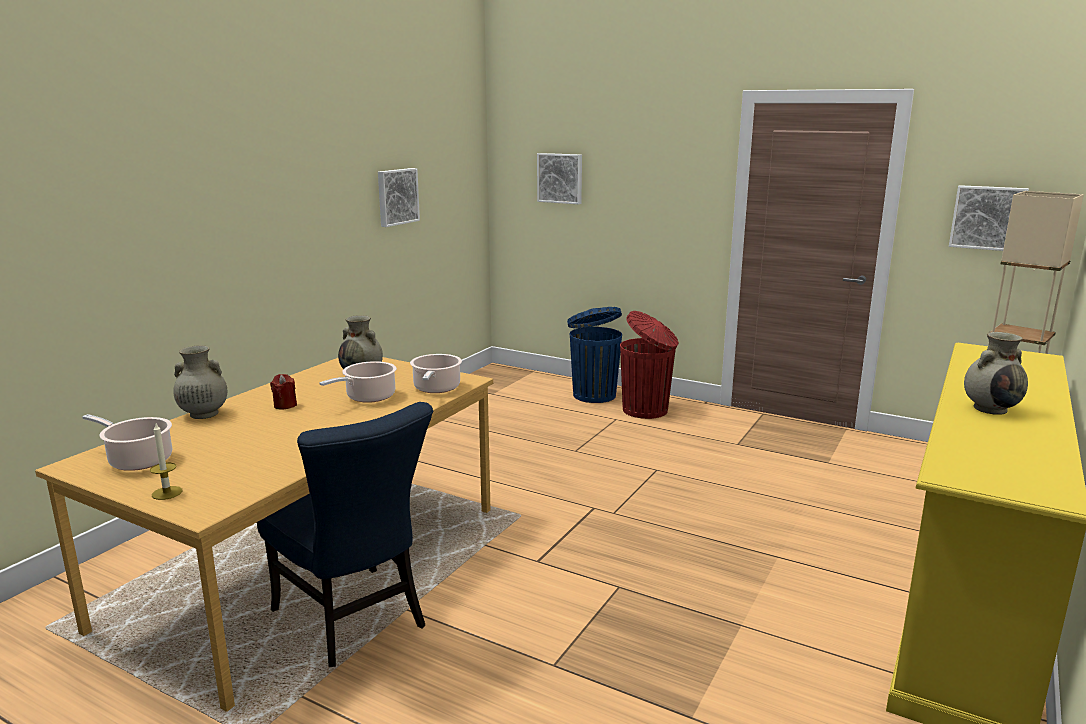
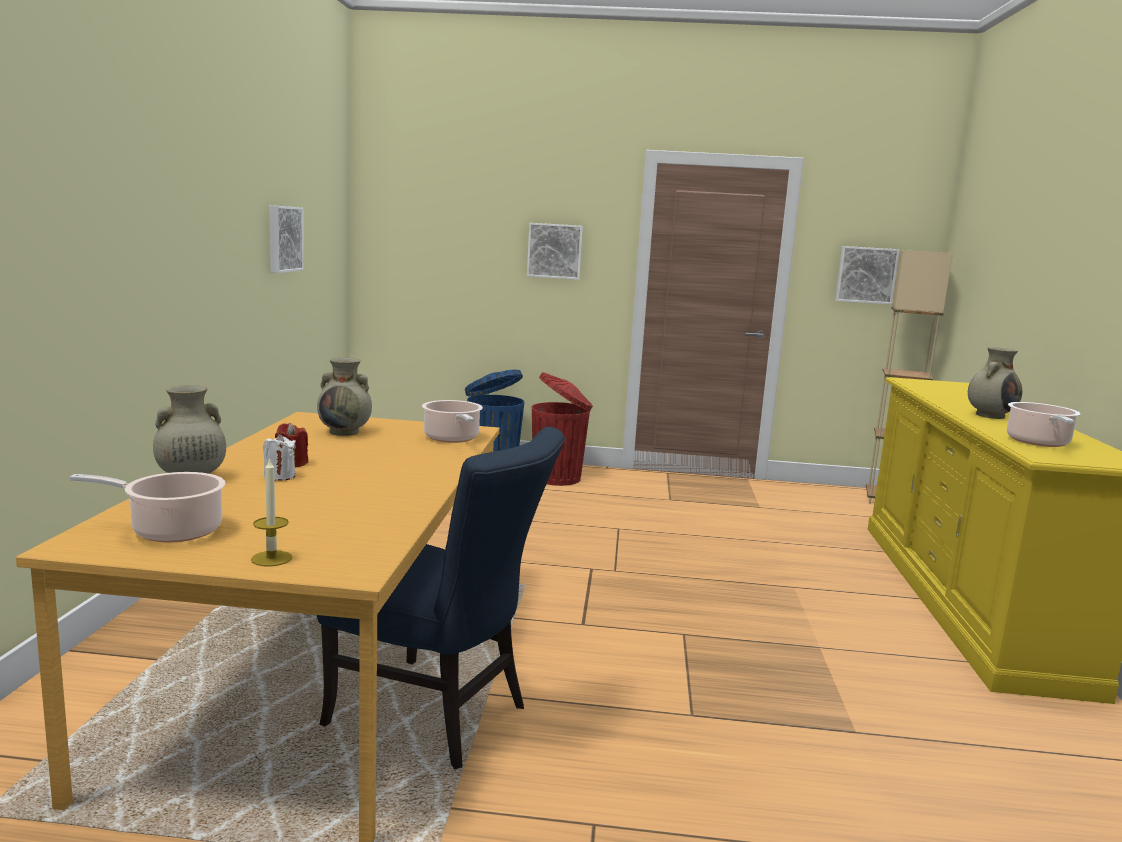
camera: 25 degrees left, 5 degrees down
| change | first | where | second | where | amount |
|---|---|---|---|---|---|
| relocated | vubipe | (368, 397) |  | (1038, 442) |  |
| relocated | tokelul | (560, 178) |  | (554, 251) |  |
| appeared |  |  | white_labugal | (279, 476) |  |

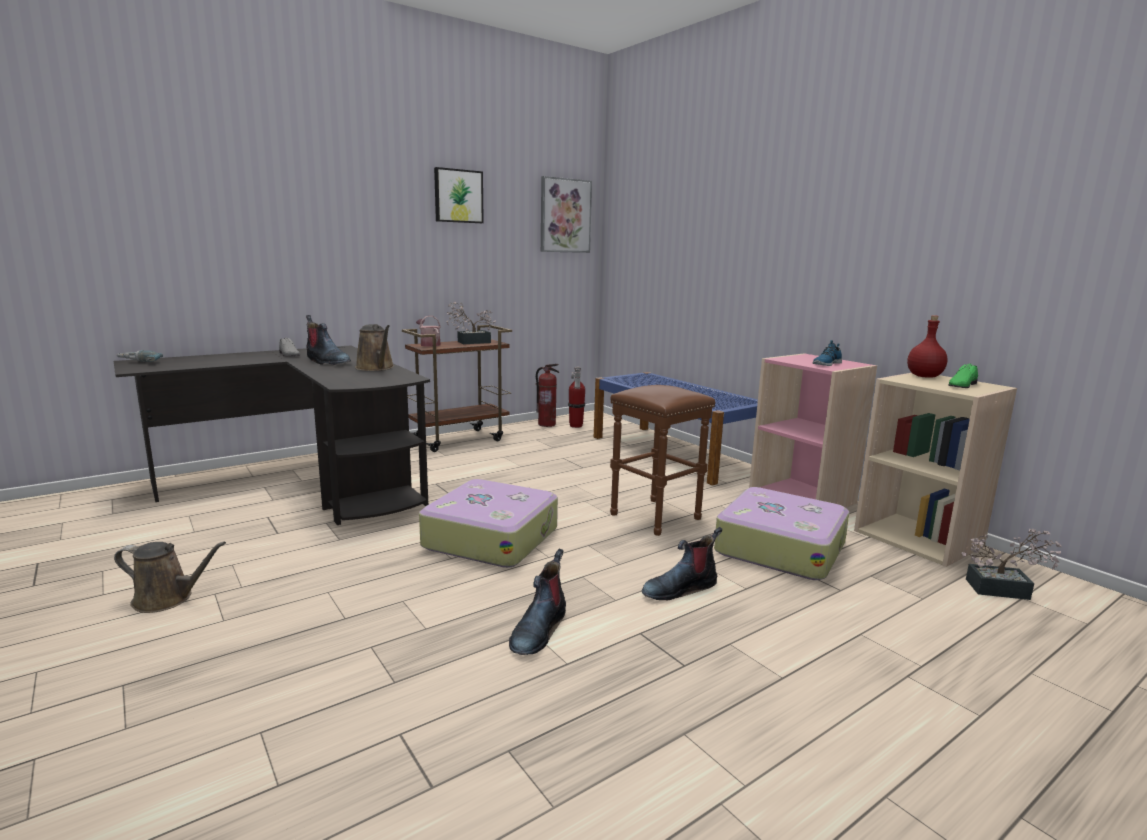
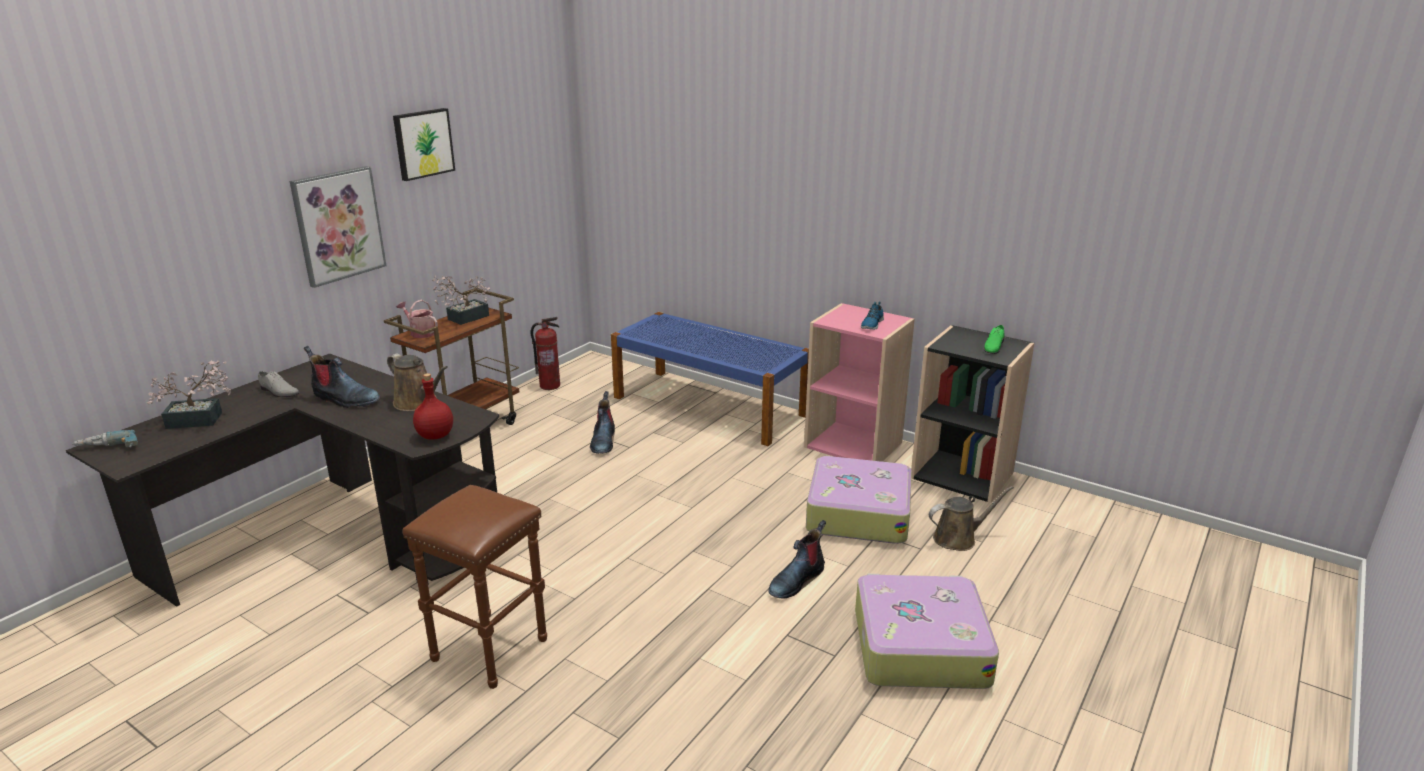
camera: 20 degrees left, 10 degrees up
| change | first | where | second | where | amount |
|---|---|---|---|---|---|
| relocated | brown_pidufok | (167, 599) |  | (958, 538) |  |
| relocated | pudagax | (491, 537) |  | (918, 646) |  |
| relocated | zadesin | (538, 630) |  | (603, 441) |  |
| relocated | tokelul | (565, 215) |  | (338, 225) |  |
| missing | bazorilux | (576, 426) |  |  |  |
| relocated | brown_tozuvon | (655, 517) |  | (490, 651) |  |
| colour | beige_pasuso | (919, 538) | black_pasuso | (963, 475) |  |
| relocated | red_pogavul | (925, 376) |  | (436, 436) |  |
| relocated | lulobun | (1004, 590) |  | (200, 420) |  |

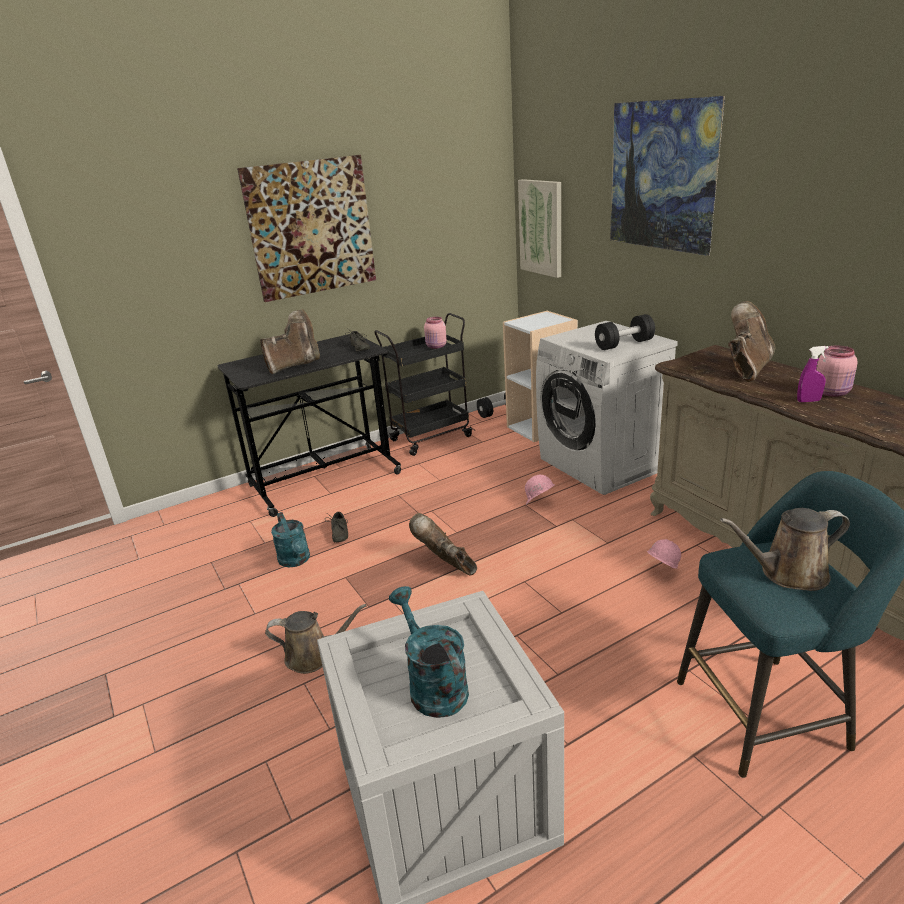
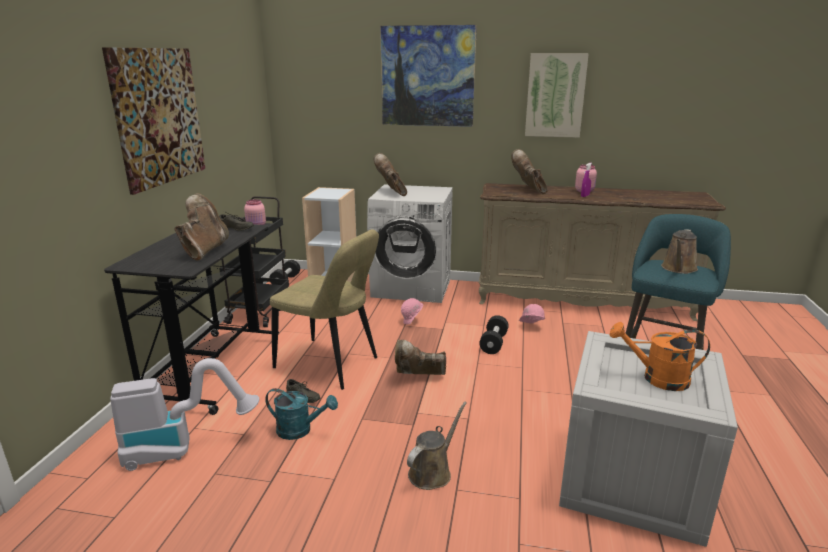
camera: 50 degrees left, 5 degrees down
| change | first | where | second | where | amount |
|---|---|---|---|---|---|
| colour | turquoise_pidufok | (433, 685) | orange_pidufok | (657, 378) |  |
| relocated | tokelul | (541, 227) |  | (555, 95) |  |
| relocated | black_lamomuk | (624, 344) |  | (493, 343) |  |
| appeared |  |  | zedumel | (182, 448) |  |
| appeared |  |  | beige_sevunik | (330, 364) |  |
| appeared |  |  | brown_zadesin | (392, 192) |  |

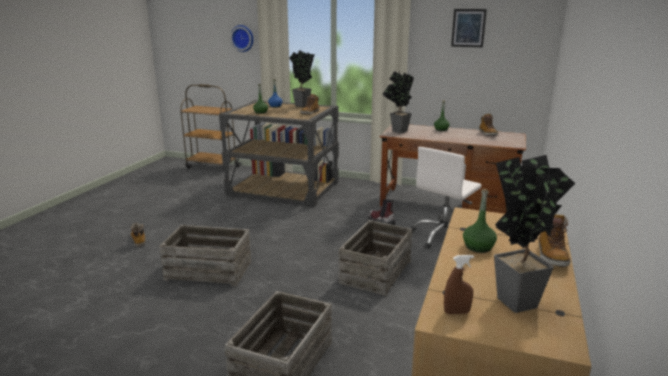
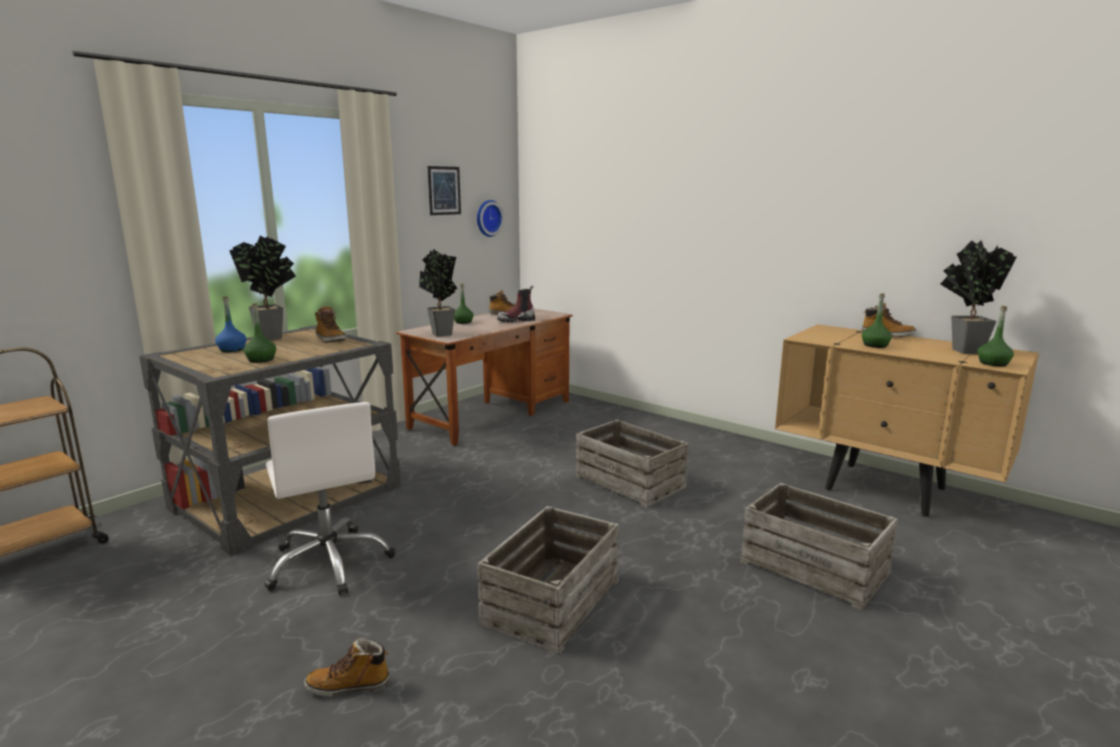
camera: 70 degrees left, 5 degrees down
| change | first | where | second | where | amount |
|---|---|---|---|---|---|
| relocated | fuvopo | (243, 38) |  | (487, 218) |  |
| relocated | zadesin | (381, 221) |  | (516, 320) |  |
| relocated | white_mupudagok | (444, 236) |  | (330, 562) |  |
| exchanged | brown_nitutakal | (456, 312) | green_pogavul | (993, 363) |  |

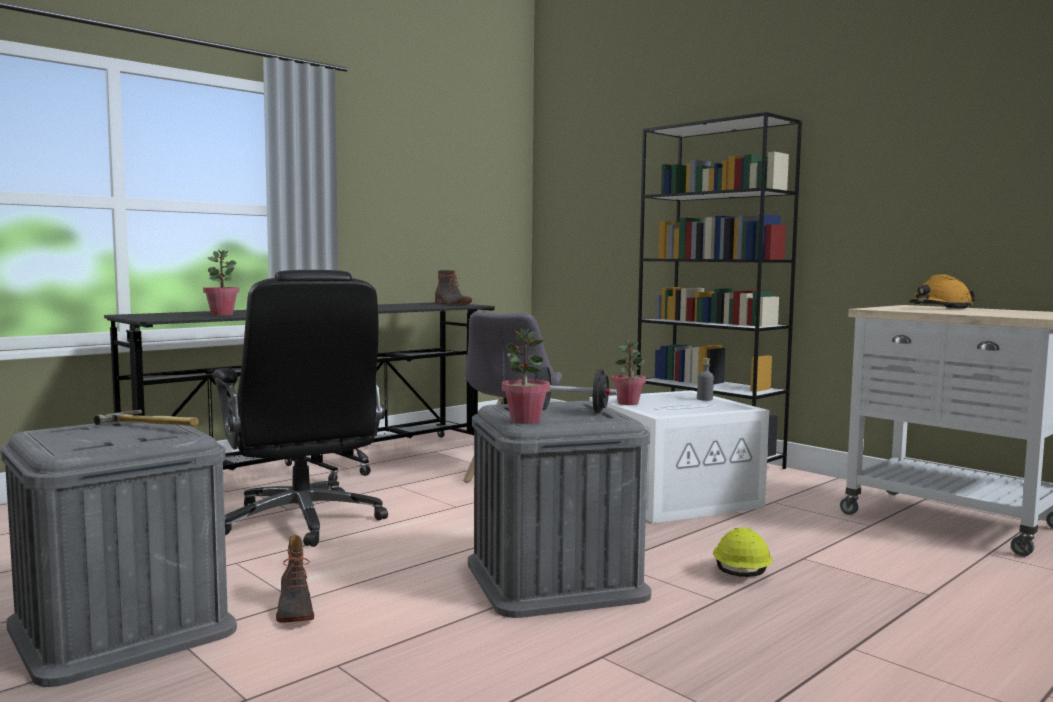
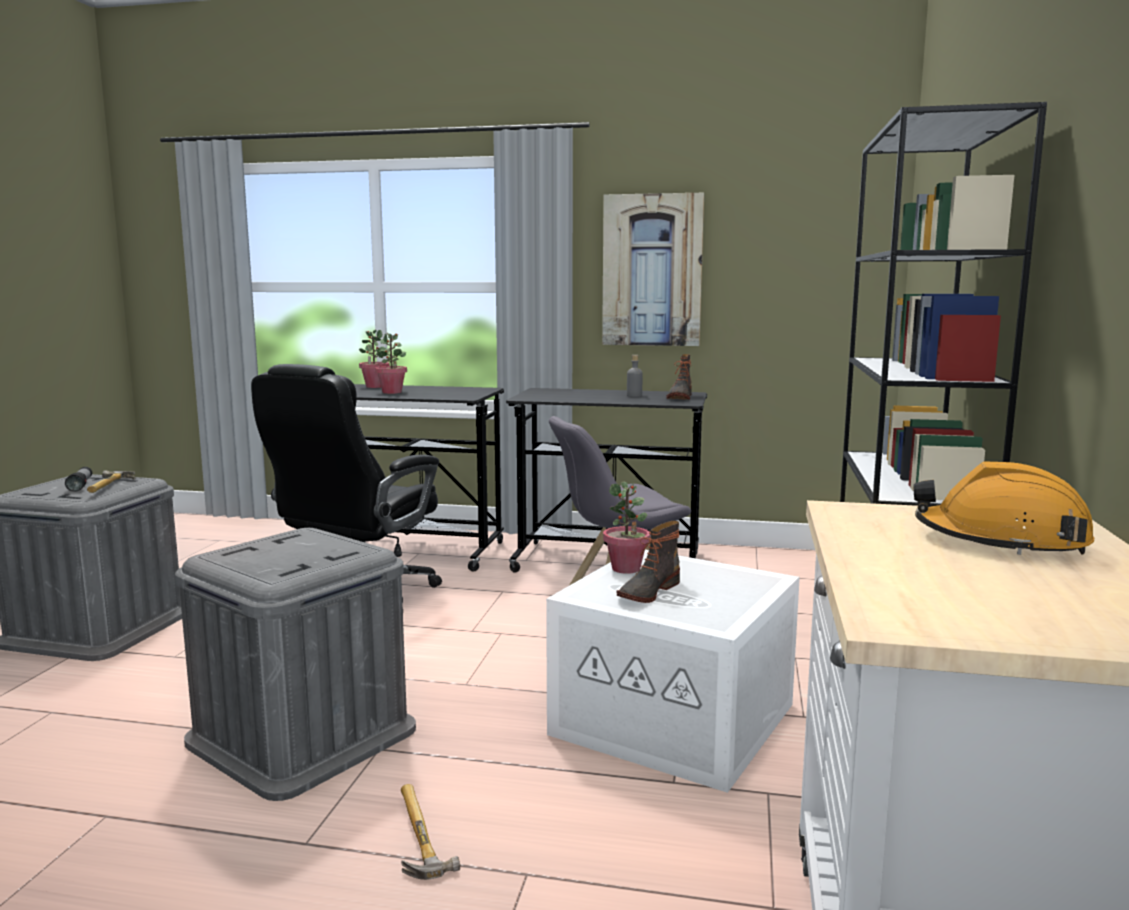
camera: 55 degrees right, 5 degrees up
| change | first | where | second | where | amount |
|---|---|---|---|---|---|
| relocated | zadesin | (294, 610) |  | (647, 591) |  |
| relocated | lulobun | (525, 421) |  | (375, 386) |  |
| missing | black_lamomuk | (570, 411) |  |  |  |
| relocated | grey_pogavul | (704, 399) |  | (634, 395) |  |
| exchanged | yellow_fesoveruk | (741, 574) | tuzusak | (414, 838) |  |
| appeared |  |  | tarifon | (81, 485) |  |
| appeared |  |  | tokelul | (652, 270) |  |

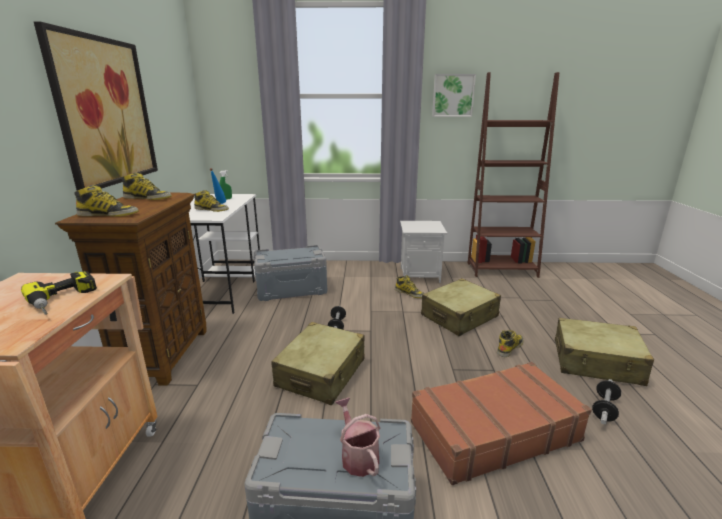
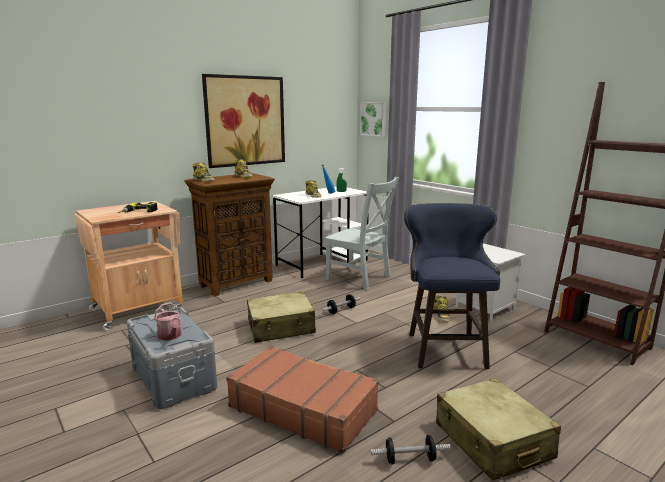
camera: 50 degrees right, 5 degrees down
| change | first | where | second | where | amount |
|---|---|---|---|---|---|
| exchanged | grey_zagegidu | (291, 289) | grey_sevunik | (360, 278) |  |
| spun | pidufok | (357, 455) |  | (170, 336) | 120 degrees clockwise |
| exchanged | beige_pudagax | (459, 316) | blue_tozuvon | (445, 348) |  |
| relocated | tokelul | (453, 95) |  | (374, 119) |  |
| missing | zadesin | (509, 347) |  |  |  |

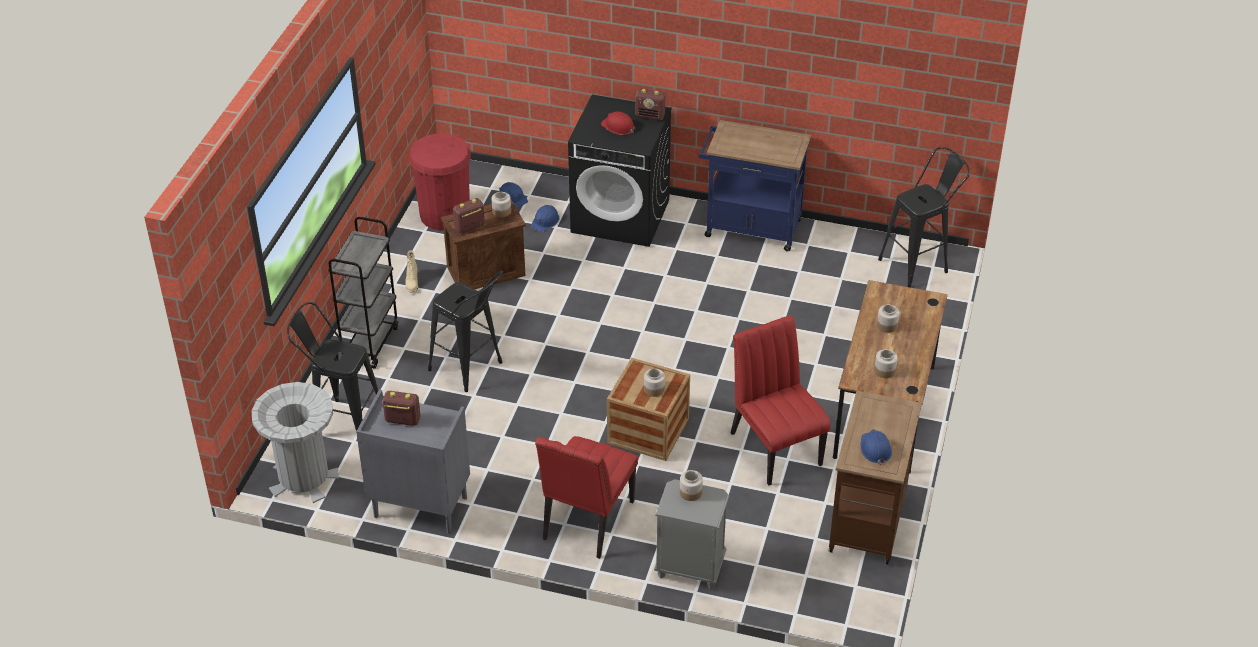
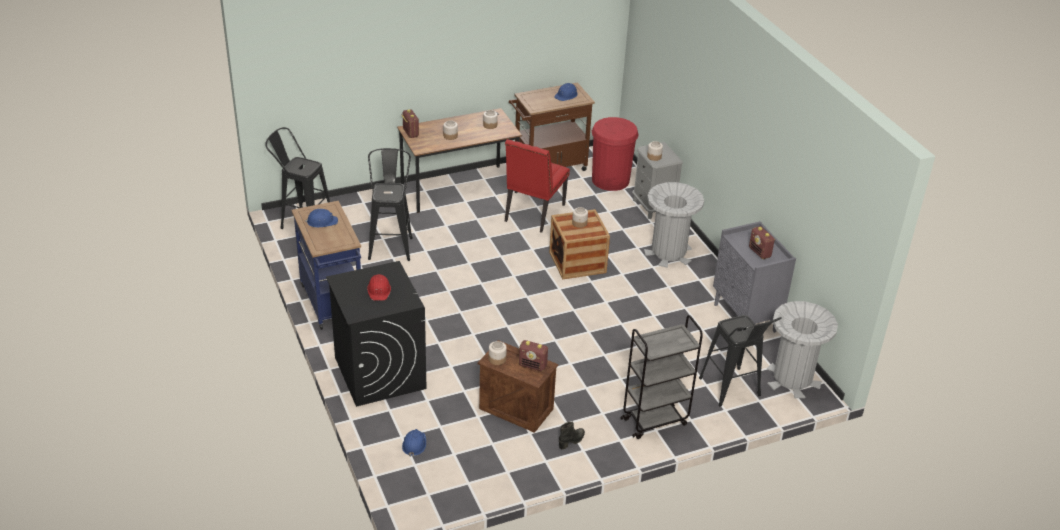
camera: 130 degrees left, 5 degrees down
| change | first | where | second | where | amount |
|---|---|---|---|---|---|
| colour | beige_zadesin | (412, 283) | black_zadesin | (572, 441) |  |
| relocated | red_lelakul | (445, 214) |  | (610, 180) |  |
| relocated | black_tozuvon | (471, 370) |  | (391, 245) |  |
| relocated | blue_fesoveruk | (545, 221) |  | (322, 221) |  |
| exchanged | red_sevunik | (588, 519) | grey_lelakul | (668, 253) |  |
| relocated | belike | (650, 116) |  | (410, 133) |  |

